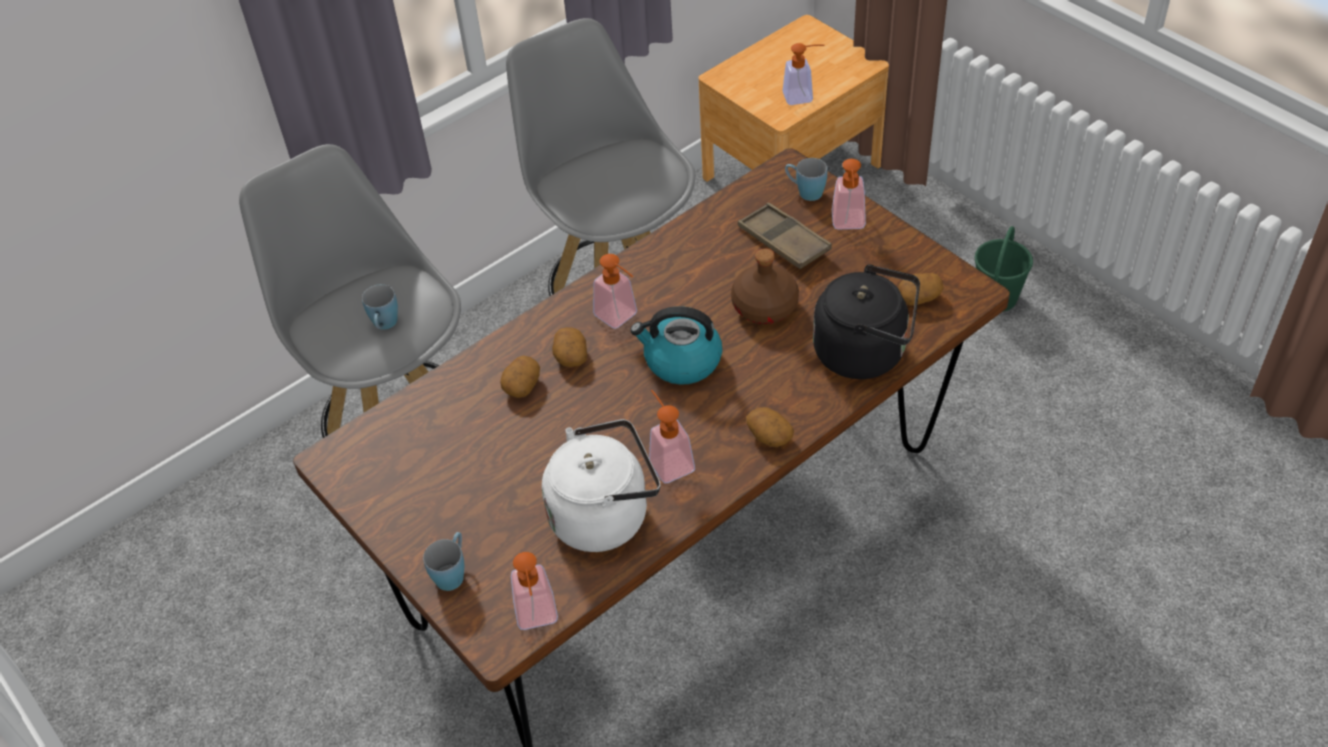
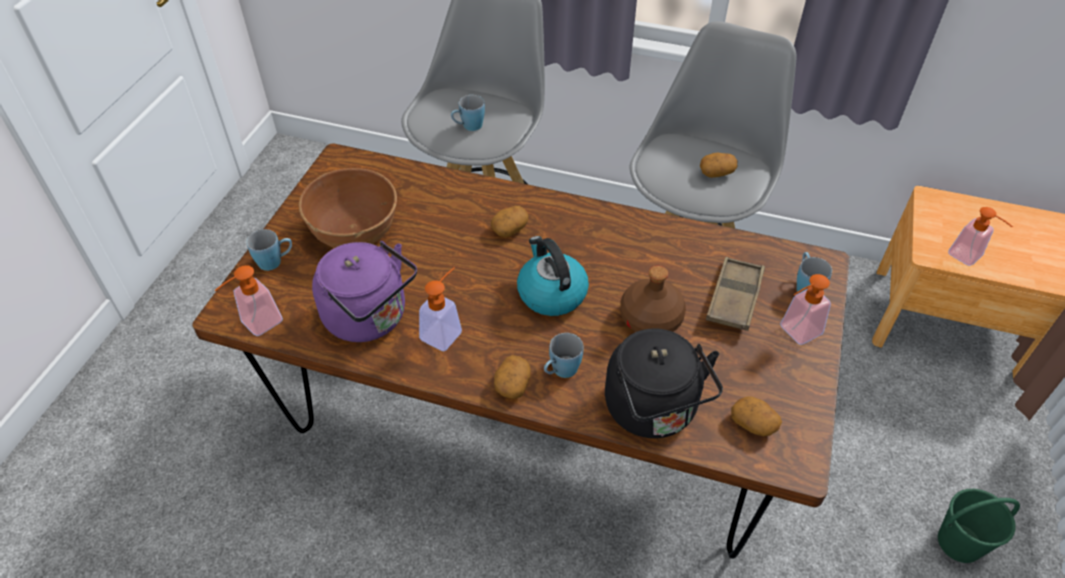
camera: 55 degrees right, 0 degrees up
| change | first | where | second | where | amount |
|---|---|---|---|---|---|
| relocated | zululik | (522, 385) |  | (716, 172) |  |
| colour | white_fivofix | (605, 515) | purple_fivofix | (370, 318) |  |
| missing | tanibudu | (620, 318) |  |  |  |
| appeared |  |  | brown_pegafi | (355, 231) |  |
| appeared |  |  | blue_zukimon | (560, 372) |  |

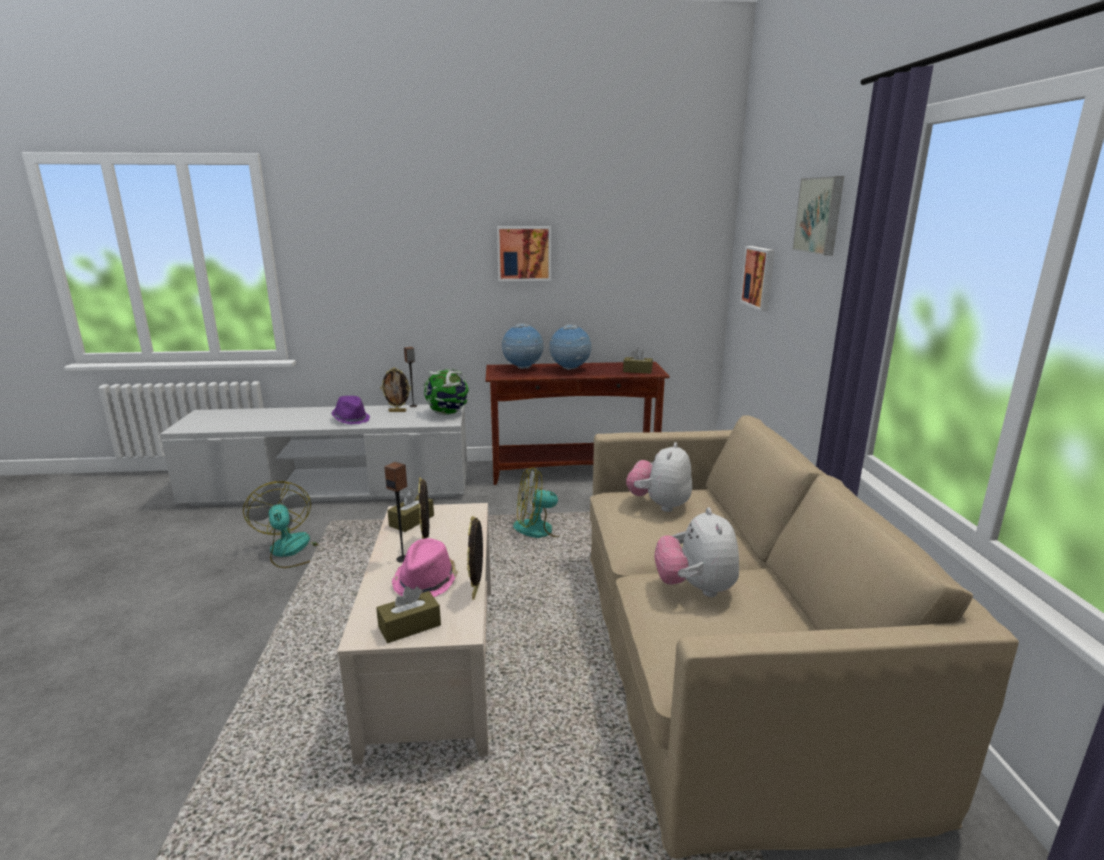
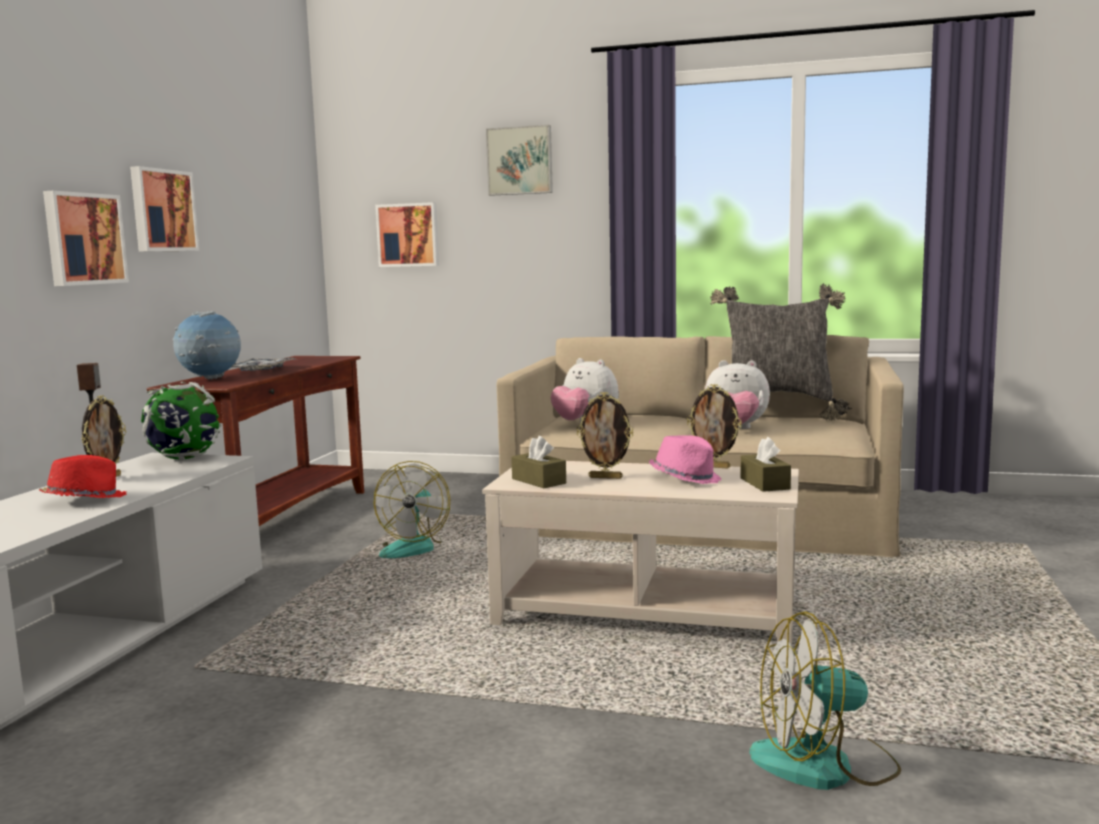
camera: 70 degrees left, 10 degrees down
| change | first | where | second | where | amount |
|---|---|---|---|---|---|
| relocated | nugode | (292, 551) |  | (824, 764) |  |
| colour | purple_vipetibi | (351, 419) | red_vipetibi | (84, 500) |  |
| missing | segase | (403, 559) |  |  |  |
| exchanged | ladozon | (570, 369) | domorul | (261, 370) |  |
| missing | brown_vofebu | (637, 371) |  |  |  |
| appeared |  |  | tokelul | (83, 239) |  |
| appeared |  |  | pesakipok | (776, 417) |  |

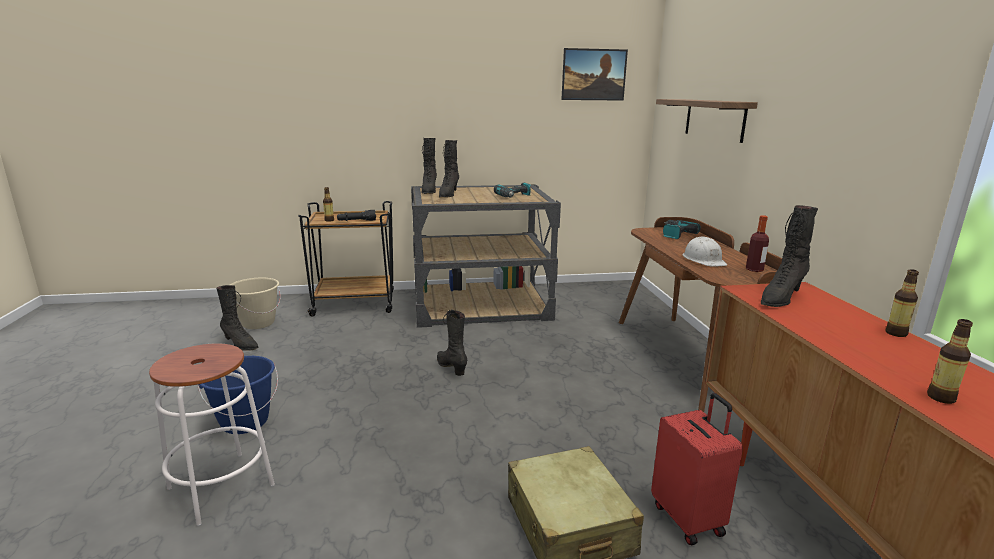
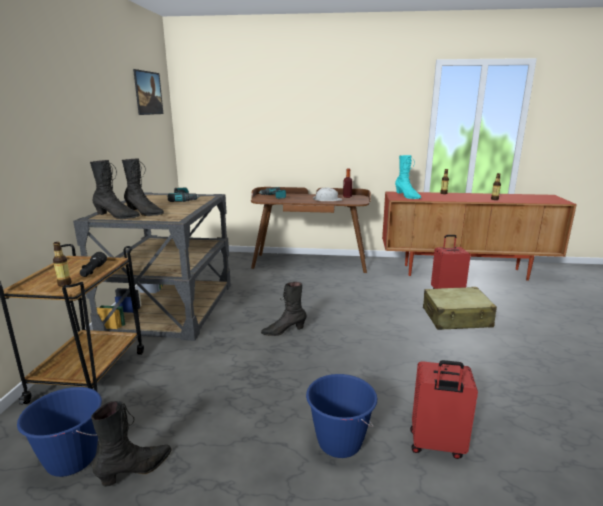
camera: 75 degrees left, 0 degrees up
| change | first | where | second | where | amount |
|---|---|---|---|---|---|
| exchanged | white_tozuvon | (221, 486) | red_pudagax | (436, 445) |  |
| colour | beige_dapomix | (258, 323) | blue_dapomix | (71, 459) |  |
| missing | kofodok | (714, 119) |  |  |  |
| colour | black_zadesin | (780, 298) | turquoise_zadesin | (407, 196) |  |

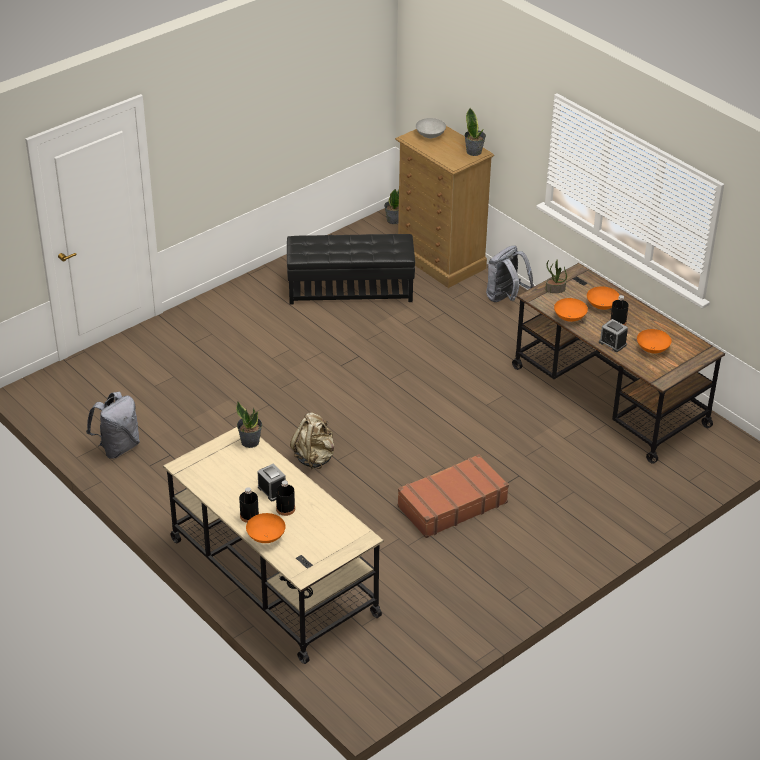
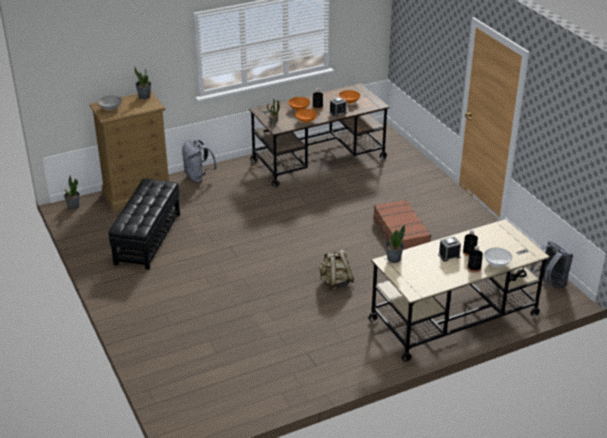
camera: 75 degrees left, 5 degrees down
| change | first | where | second | where | amount |
|---|---|---|---|---|---|
| relocated | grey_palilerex | (118, 447) |  | (549, 284) |  |
| colour | orange_pegafi | (265, 537) | white_pegafi | (496, 264) |  |

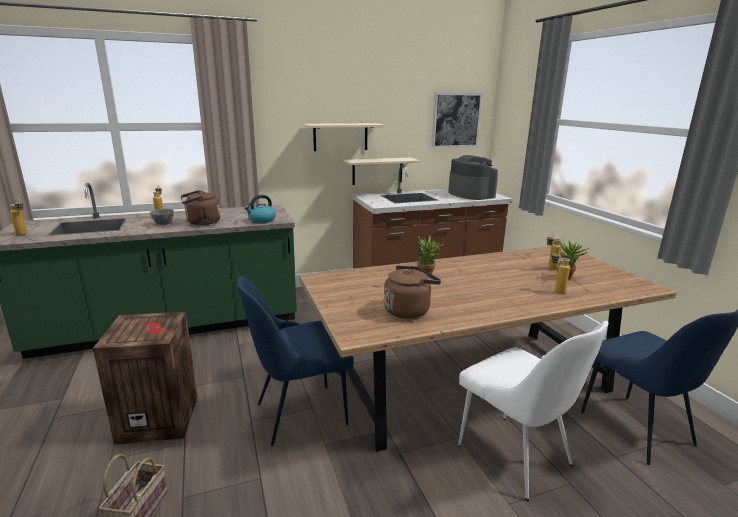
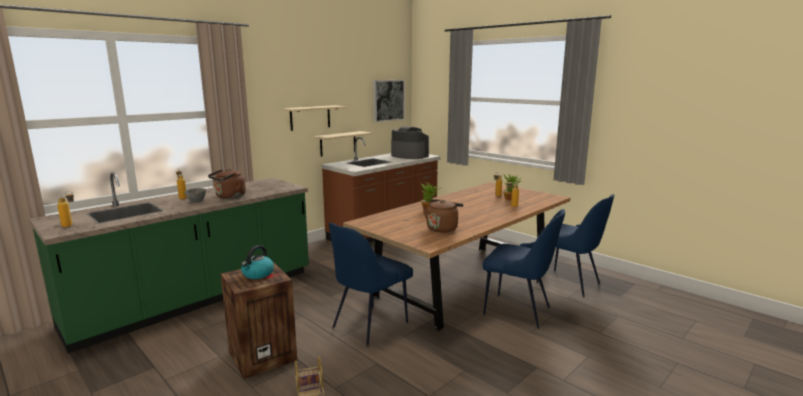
camera: 25 degrees left, 5 degrees down
| change | first | where | second | where | amount |
|---|---|---|---|---|---|
| relocated | fivofix | (261, 220) |  | (257, 274) |  |
| colour | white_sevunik | (515, 455) | blue_sevunik | (517, 311) |  |

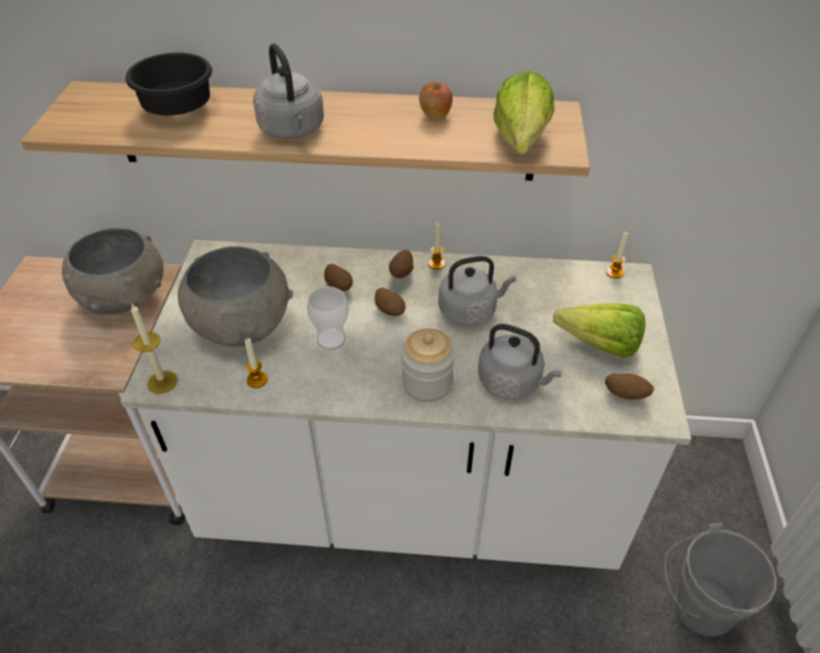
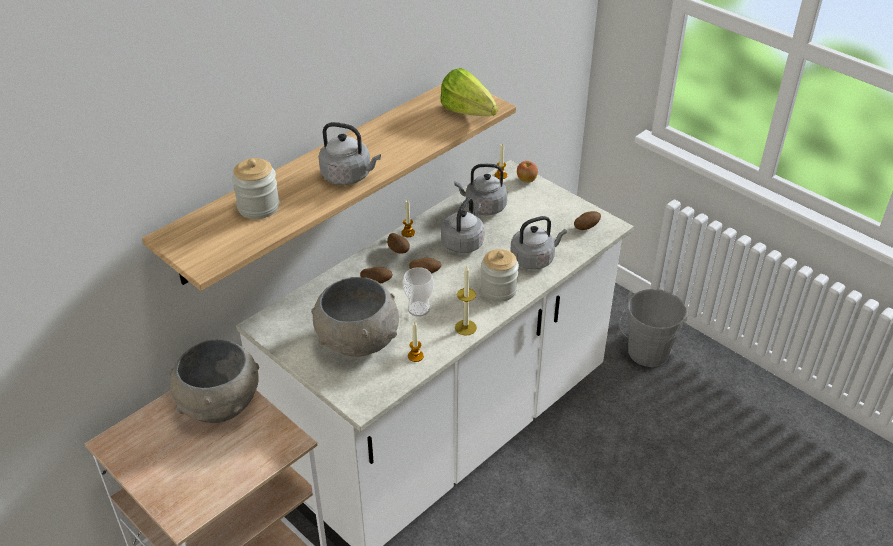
camera: 50 degrees left, 5 degrees down
| change | first | where | second | where | amount |
|---|---|---|---|---|---|
| exchanged | black_pegafi | (179, 110) | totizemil | (258, 207) |  |
| relocated | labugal | (162, 382) |  | (465, 327) |  |
| relocated | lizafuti | (435, 116) |  | (526, 180) |  |
| missing | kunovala | (592, 342) |  |  |  |
| appeared |  |  | grey_fivofix | (483, 207) |  |

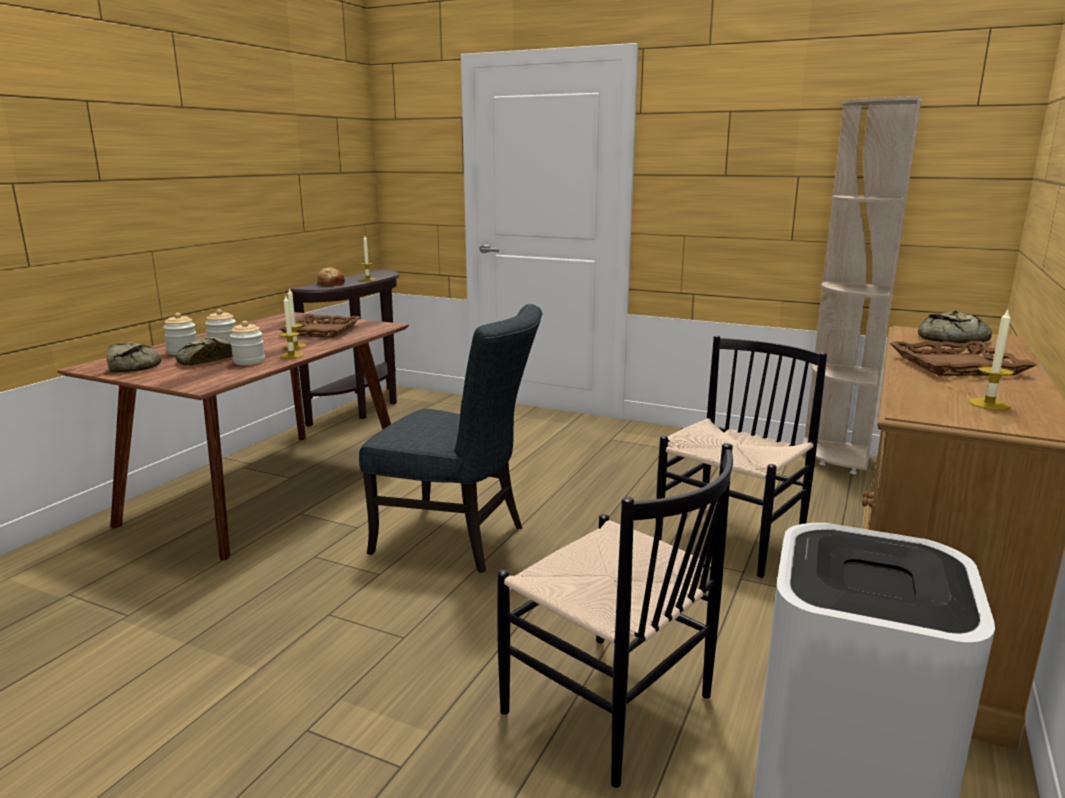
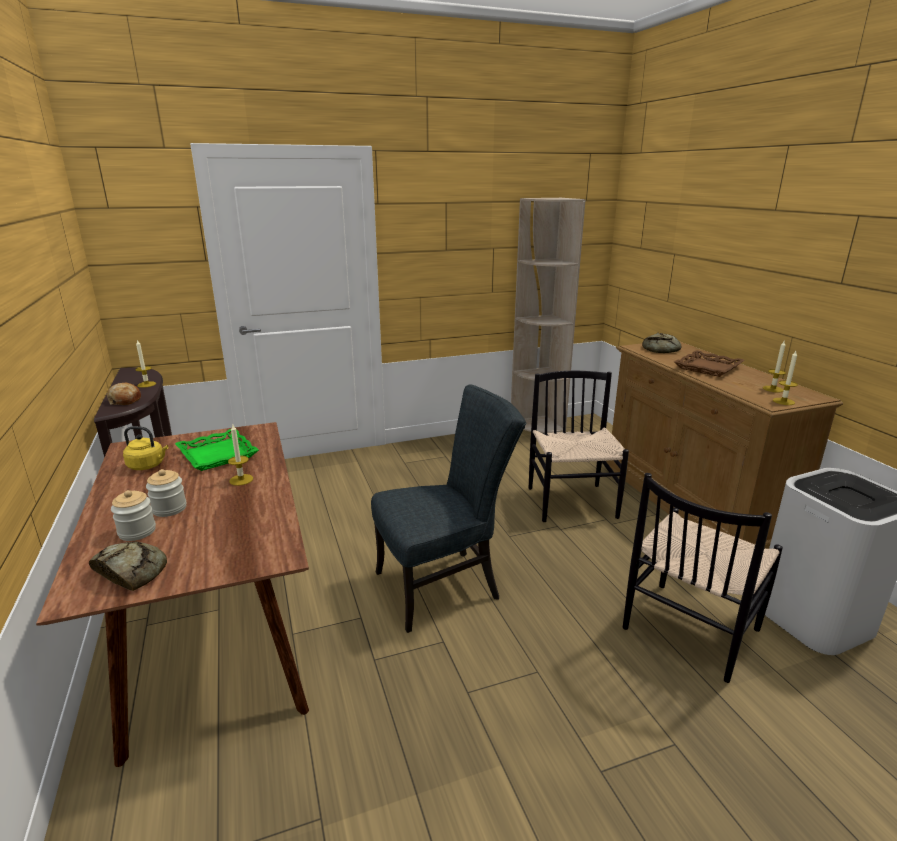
camera: 45 degrees left, 5 degrees up
| change | first | where | second | where | amount |
|---|---|---|---|---|---|
| missing | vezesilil | (205, 360) |  |  |  |
| missing | totizemil | (249, 361) |  |  |  |
| relocated | labugal | (291, 355) |  | (783, 401) |  |
| colour | brown_domorul | (321, 331) | green_domorul | (217, 455) |  |
| spun | black_sevunik | (614, 709) |  | (687, 632) | 135 degrees clockwise |
| appeared |  |  | yellow_fivofix | (148, 465) |  |

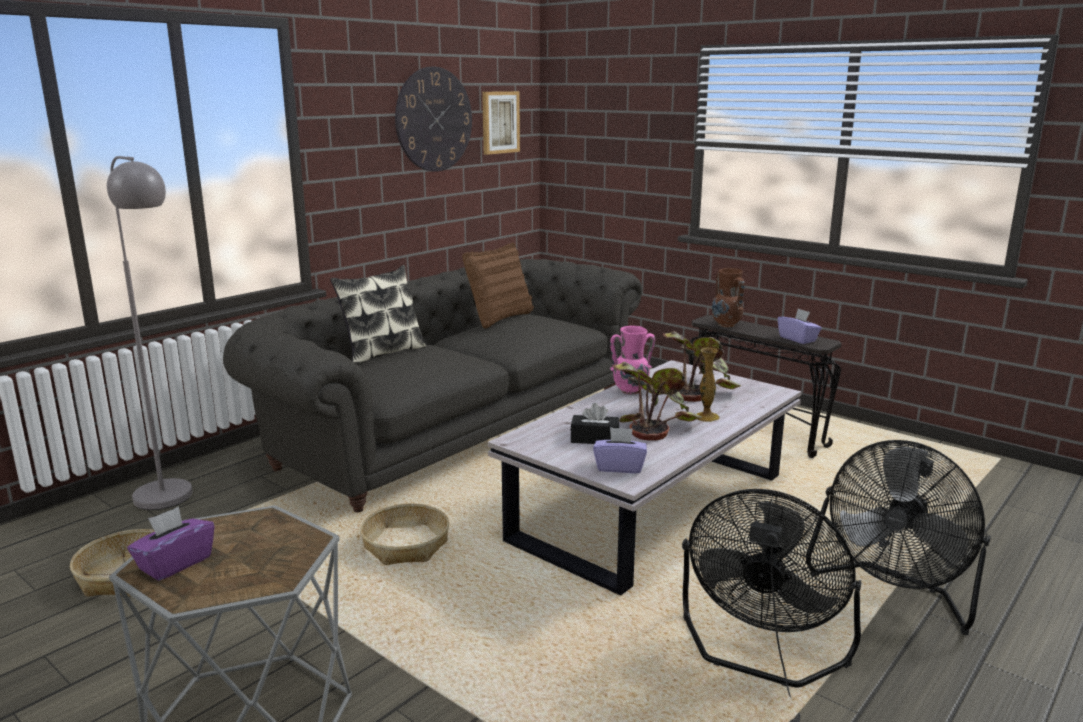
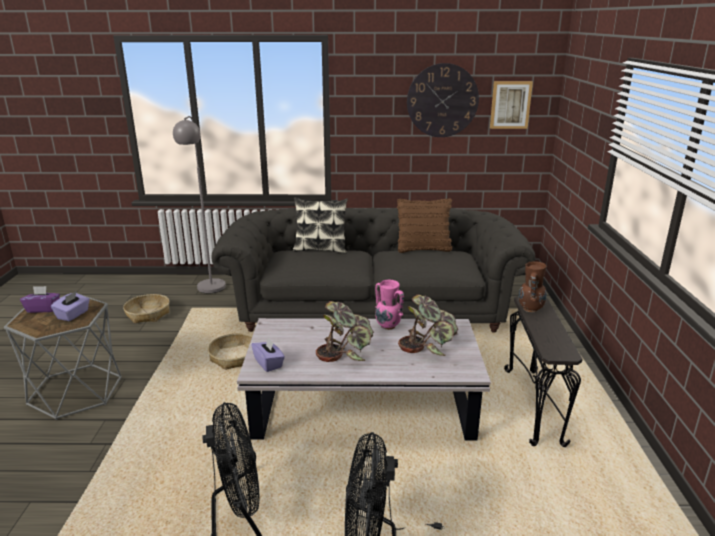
camera: 50 degrees right, 5 degrees up
| change | first | where | second | where | amount |
|---|---|---|---|---|---|
| missing | black_vofebu | (594, 439) |  |  |  |
| missing | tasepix | (706, 417) |  |  |  |
| relocated | purple_vofebu | (798, 339) |  | (73, 315) |  |

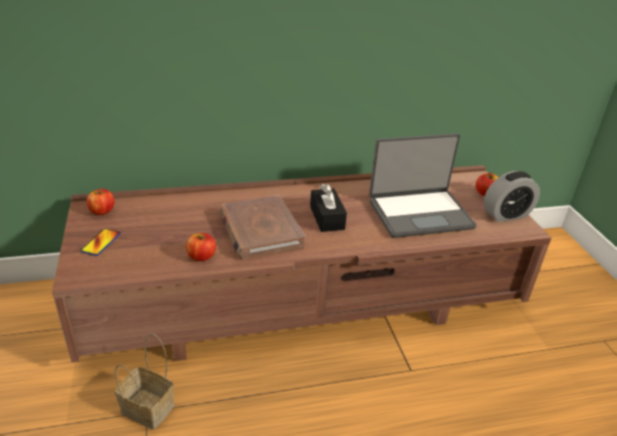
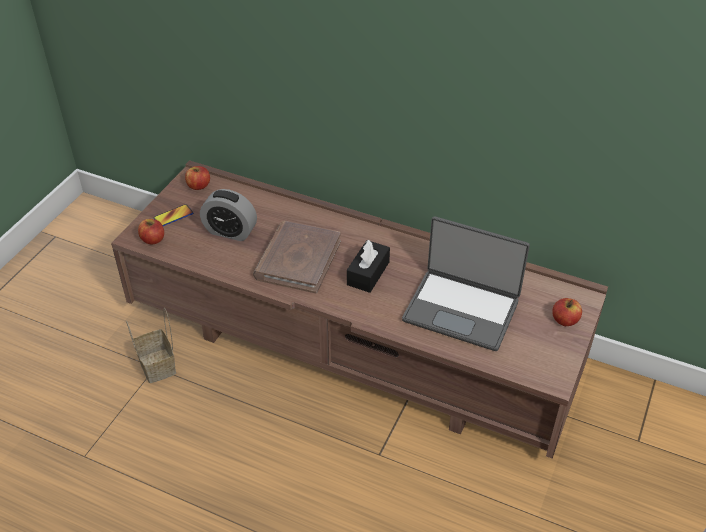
camera: 40 degrees right, 10 degrees up
| change | first | where | second | where | amount |
|---|---|---|---|---|---|
| relocated | lizafuti | (201, 256) |  | (153, 239) |  |
| relocated | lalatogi | (506, 214) |  | (230, 231) |  |

